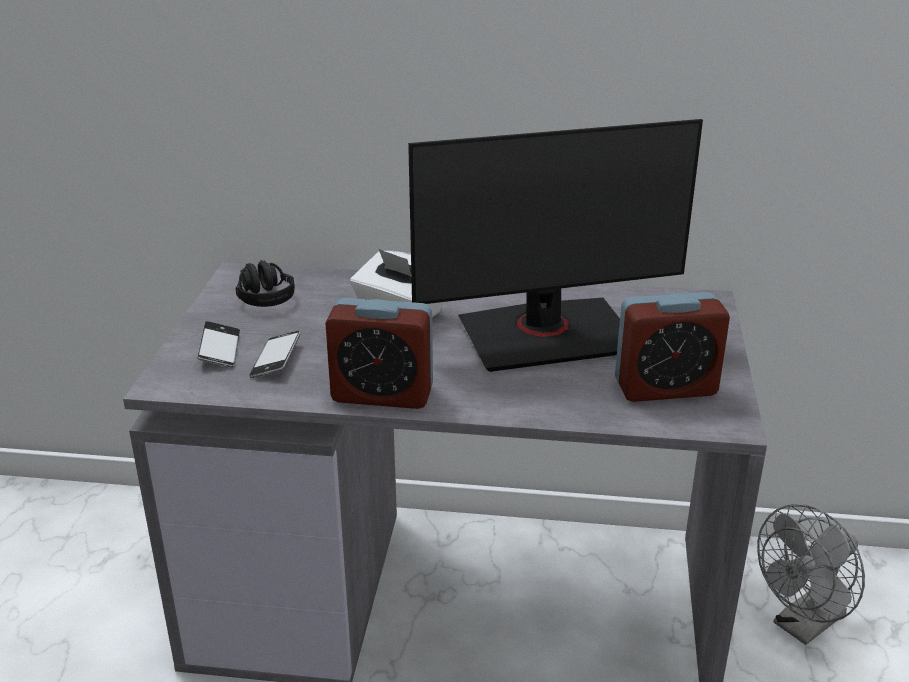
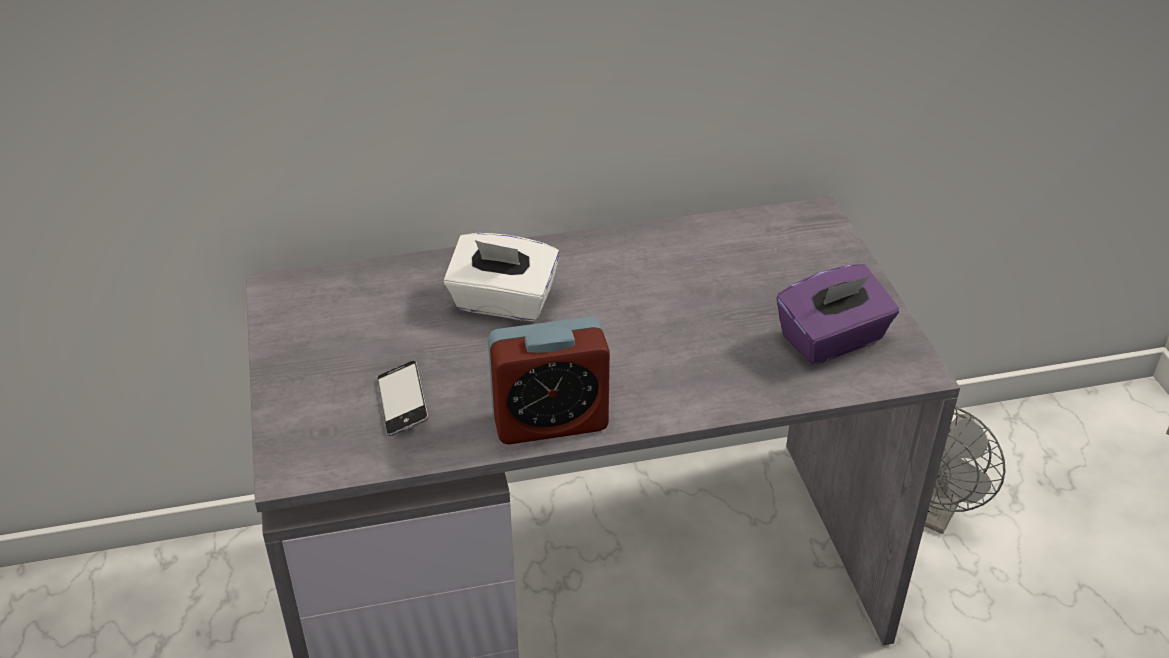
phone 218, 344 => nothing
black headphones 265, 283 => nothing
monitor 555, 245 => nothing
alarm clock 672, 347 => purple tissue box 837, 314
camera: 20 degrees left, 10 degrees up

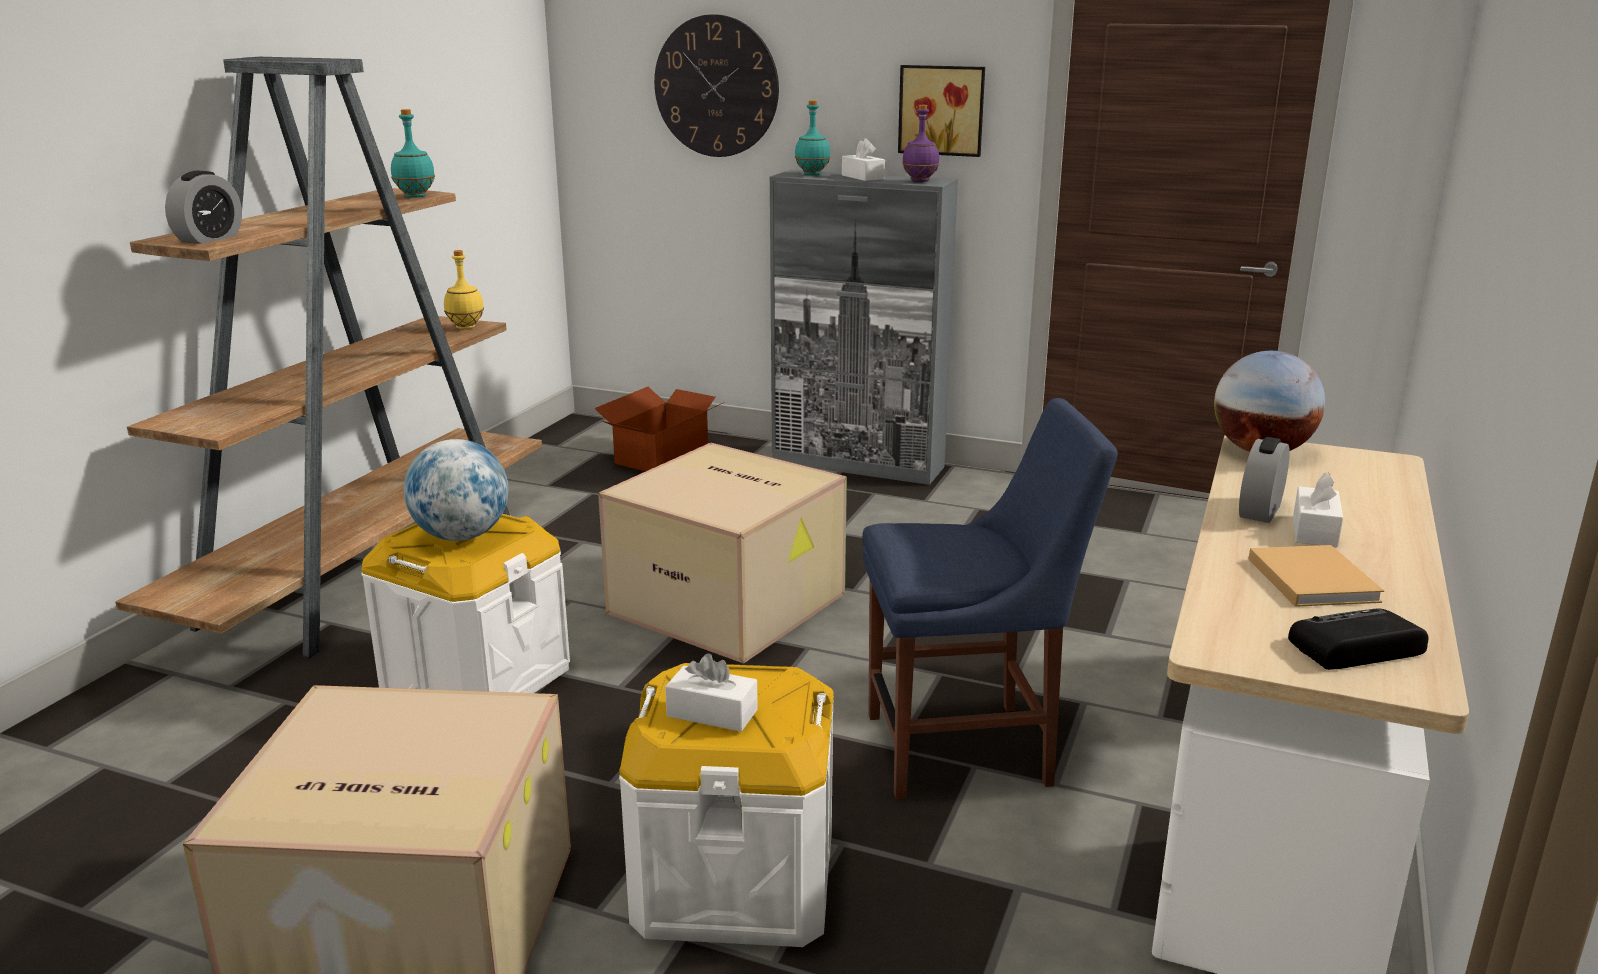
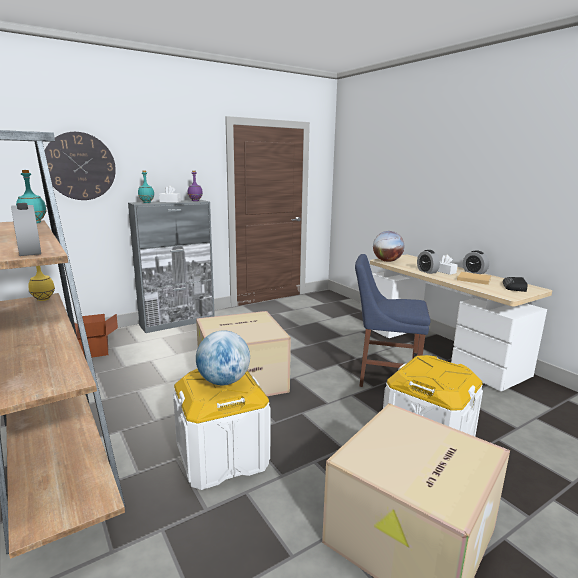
white tissue box 711, 692 => nothing
picture 941, 111 => nothing
nothing => alarm clock 476, 262
blue chair 990, 598 => blue chair 392, 320, 105 degrees counterclockwise
camera: 55 degrees left, 5 degrees down

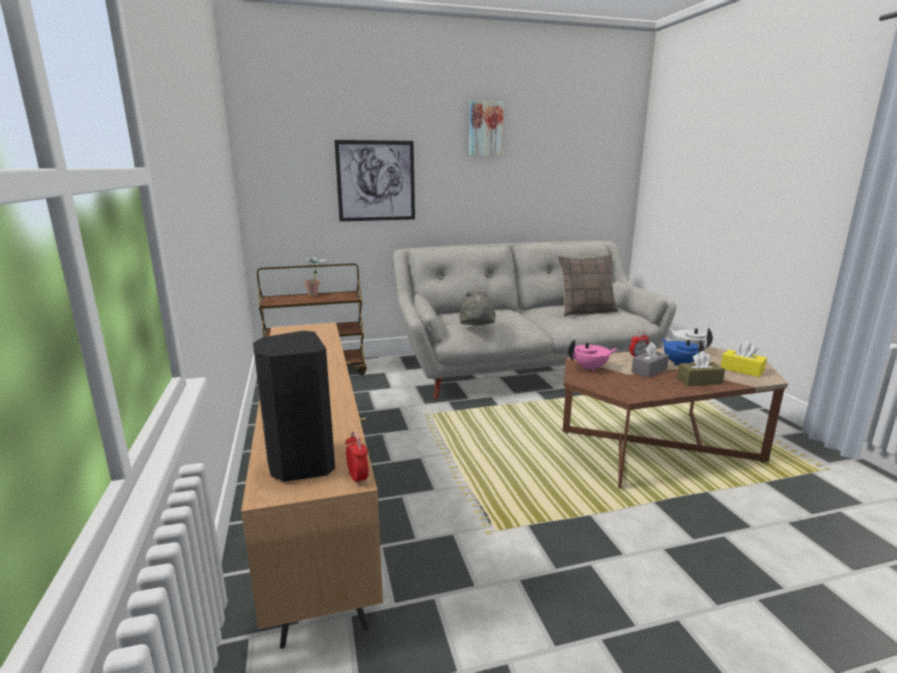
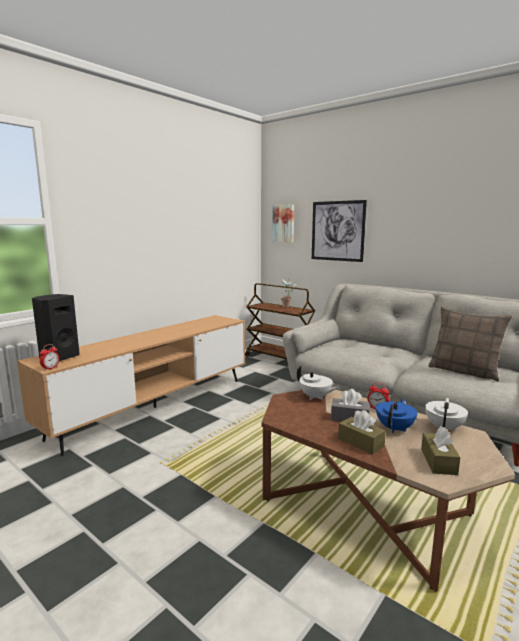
grey hat 477, 308 => nothing
picture 486, 128 => picture 283, 224, moved
pink teapot 593, 355 => white teapot 318, 383
yellow tissue box 744, 359 => brown tissue box 440, 450
camera: 55 degrees right, 5 degrees down

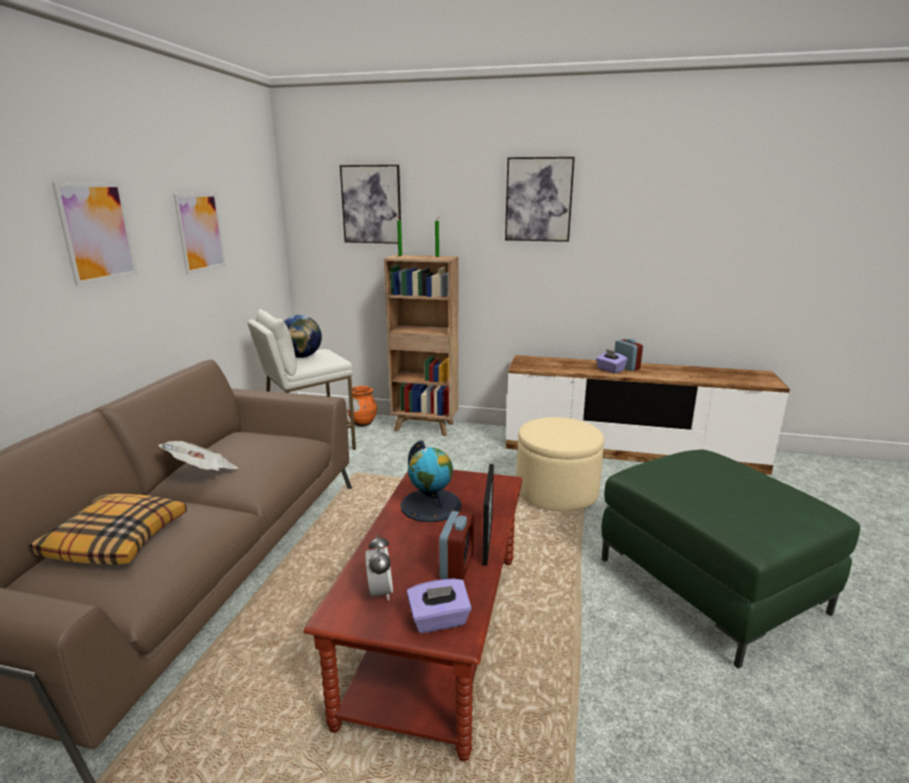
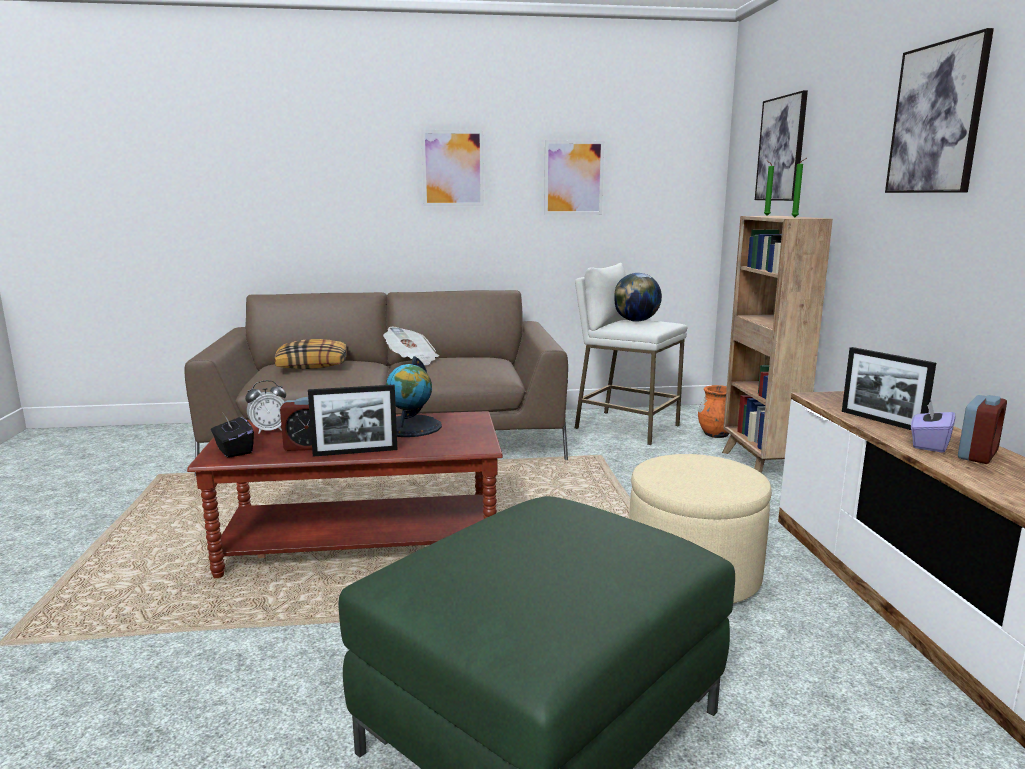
nothing => picture frame 889, 388
purple tissue box 439, 606 => black tissue box 232, 435
camera: 70 degrees right, 5 degrees down

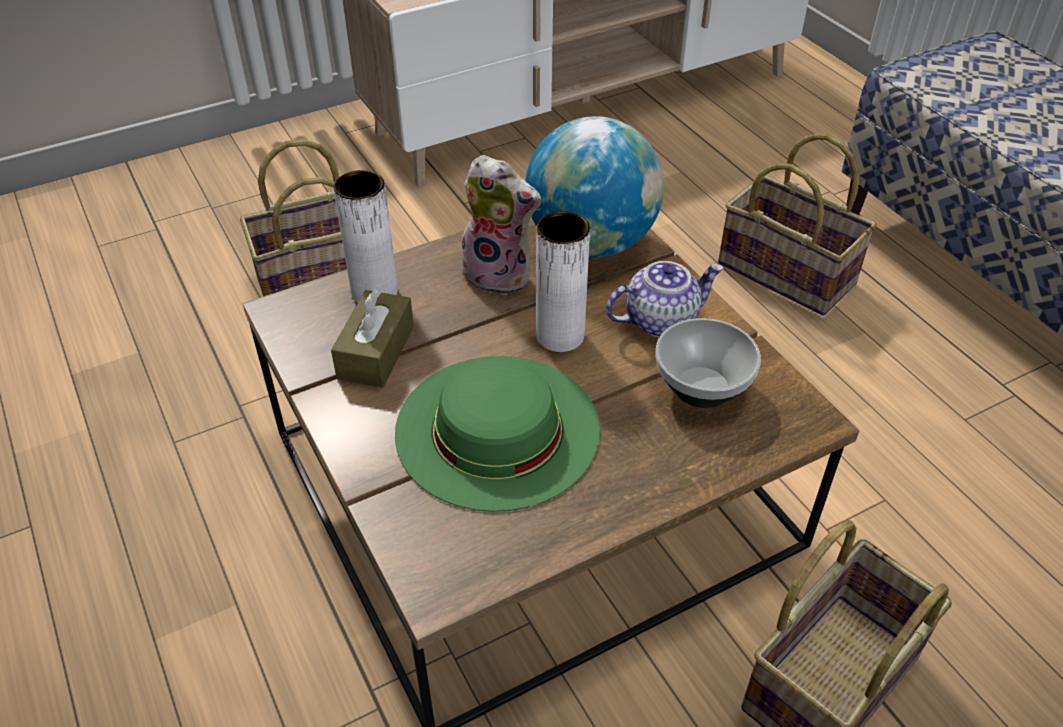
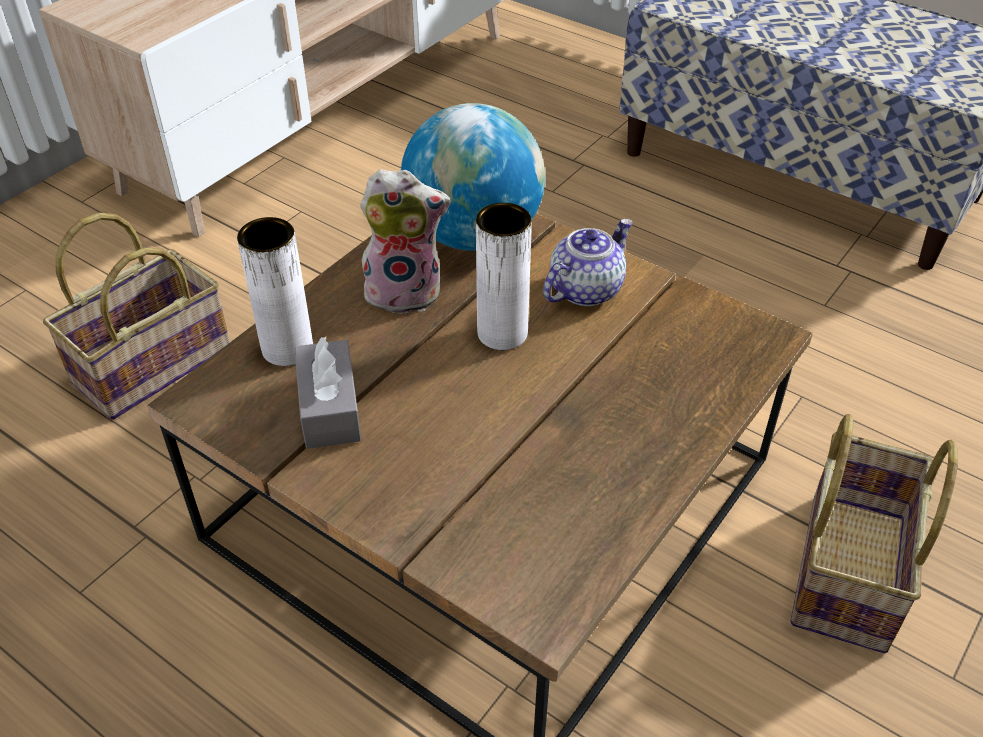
green hat 497, 434 => nothing
bowl 708, 363 => nothing
basket 797, 224 => nothing
brown tissue box 372, 337 => grey tissue box 327, 393
camera: 25 degrees left, 0 degrees up

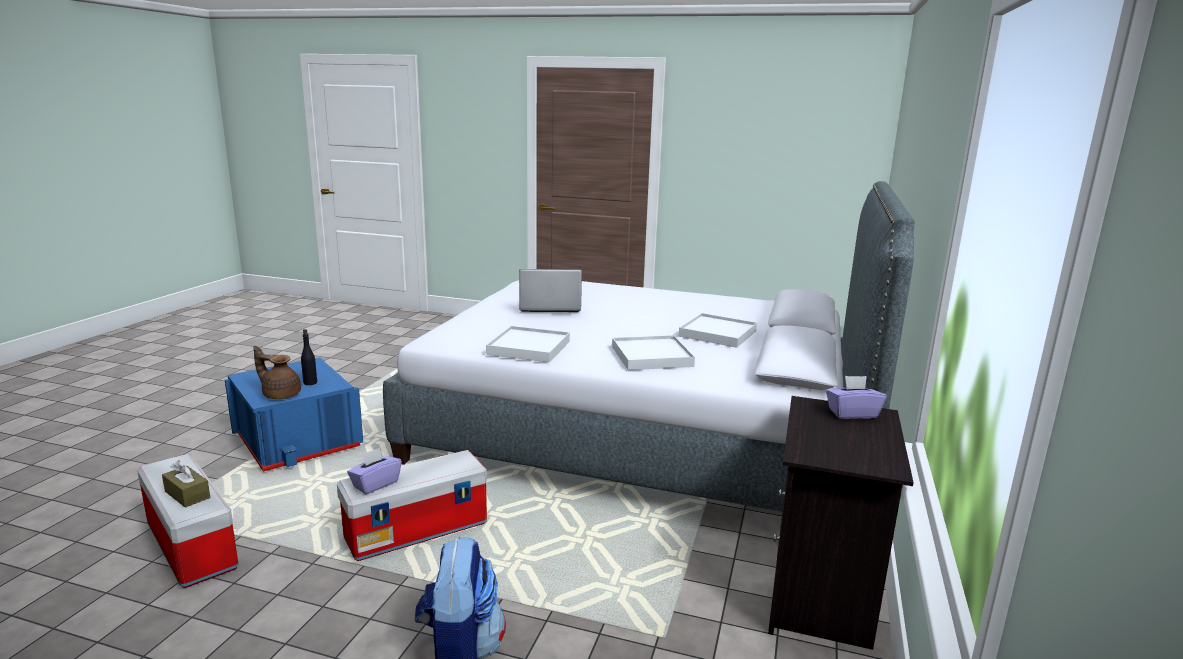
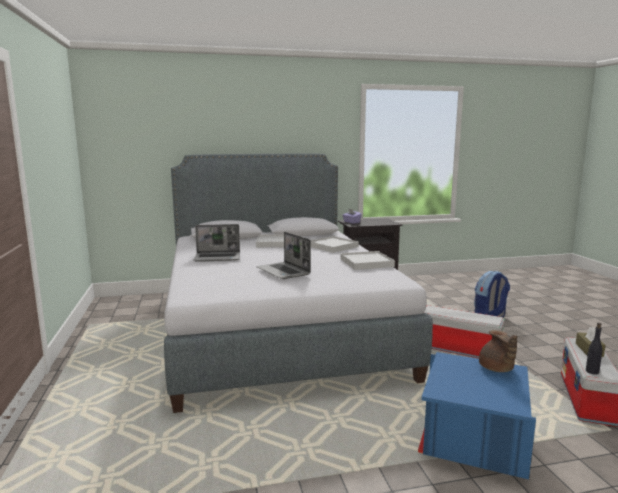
purple tissue box 374, 471 => nothing
nothing => laptop 217, 243
black bottle 309, 357 => black bottle 594, 349, moved
camera: 120 degrees left, 5 degrees down

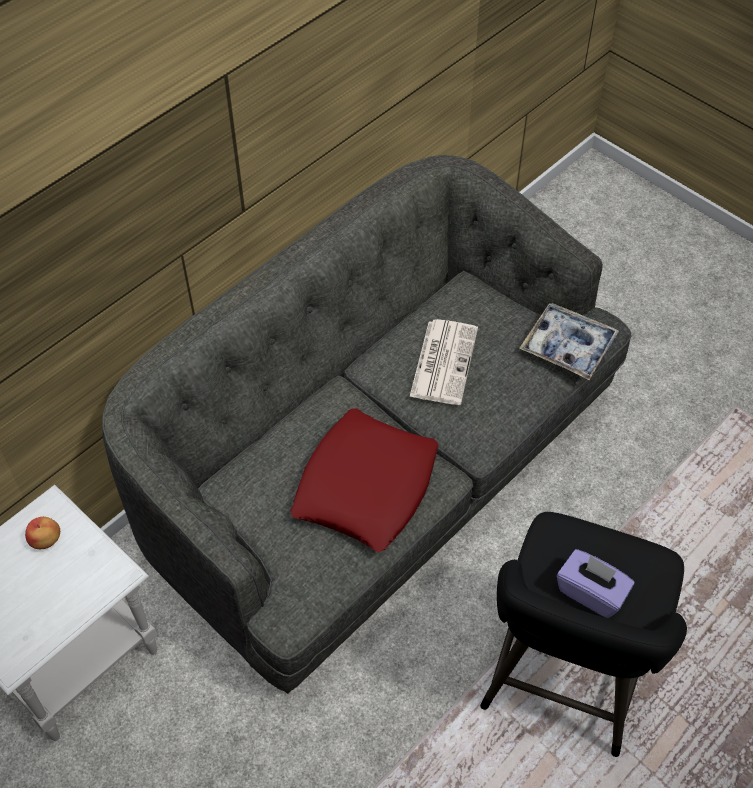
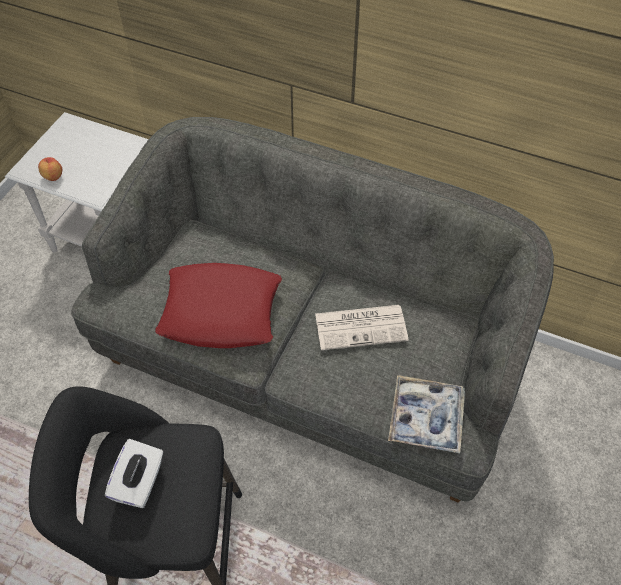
apple 42, 533 => apple 50, 169, moved
purple tissue box 595, 583 => white tissue box 134, 473
camera: 70 degrees right, 0 degrees up

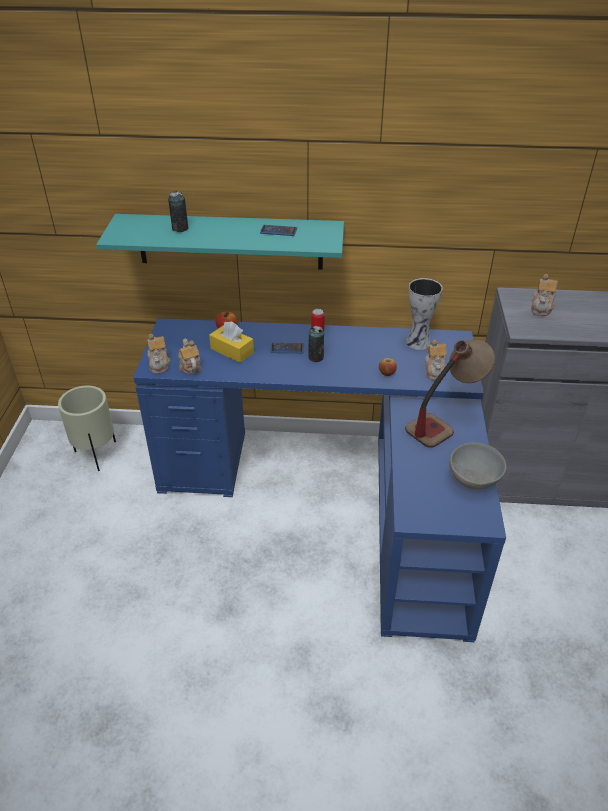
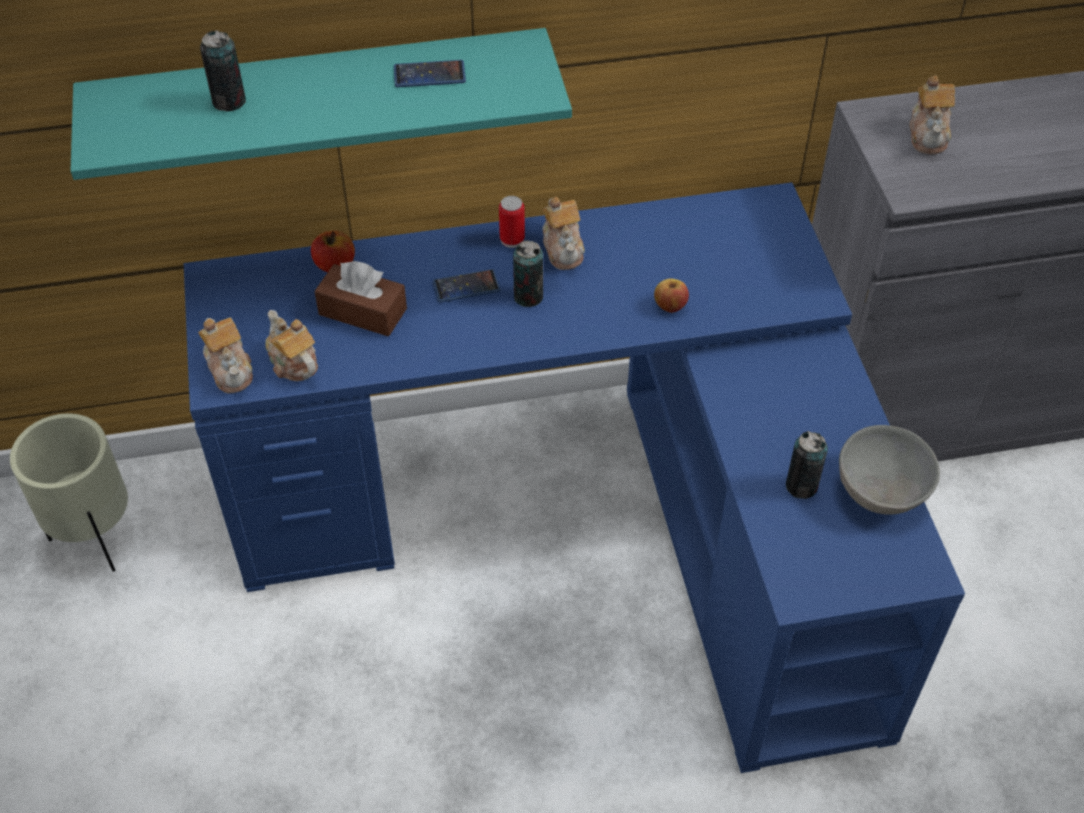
table lamp 450, 394 => nothing
vase 424, 314 => nothing
nothing => can 807, 465
teapot 436, 360 => teapot 563, 233, moved
yellow tissue box 231, 342 => brown tissue box 360, 298
camera: 15 degrees left, 10 degrees up

